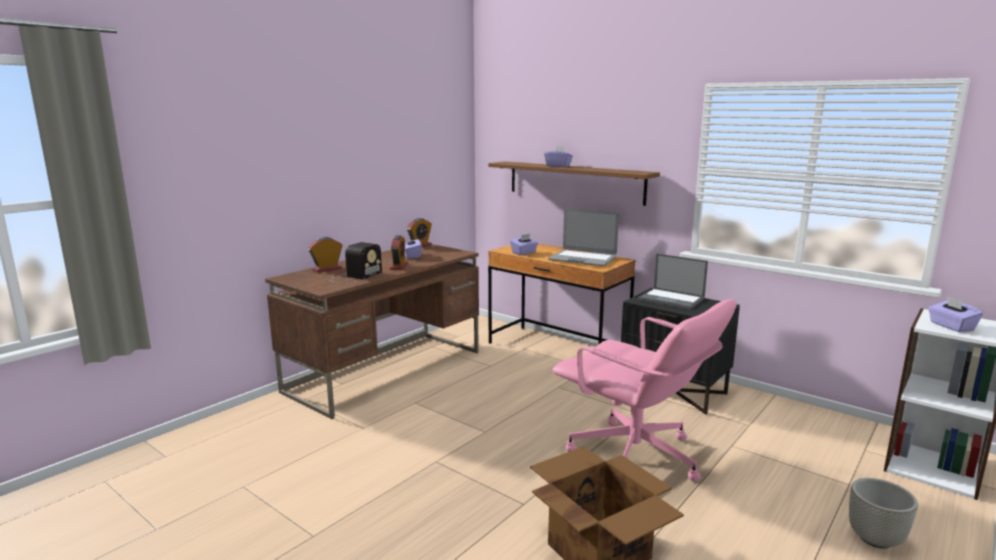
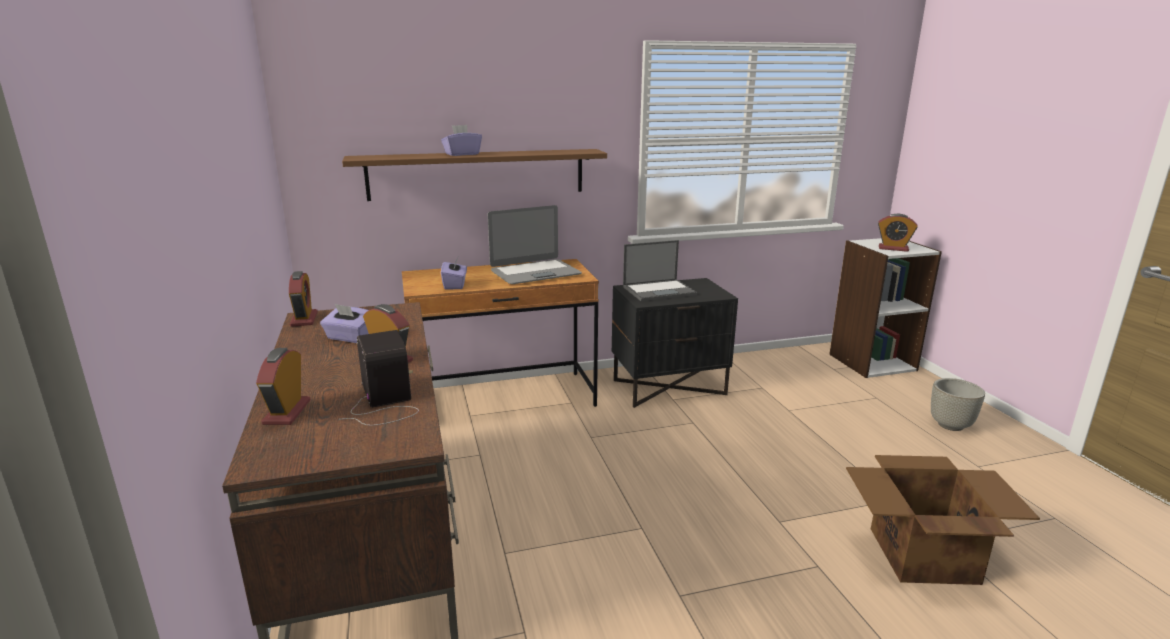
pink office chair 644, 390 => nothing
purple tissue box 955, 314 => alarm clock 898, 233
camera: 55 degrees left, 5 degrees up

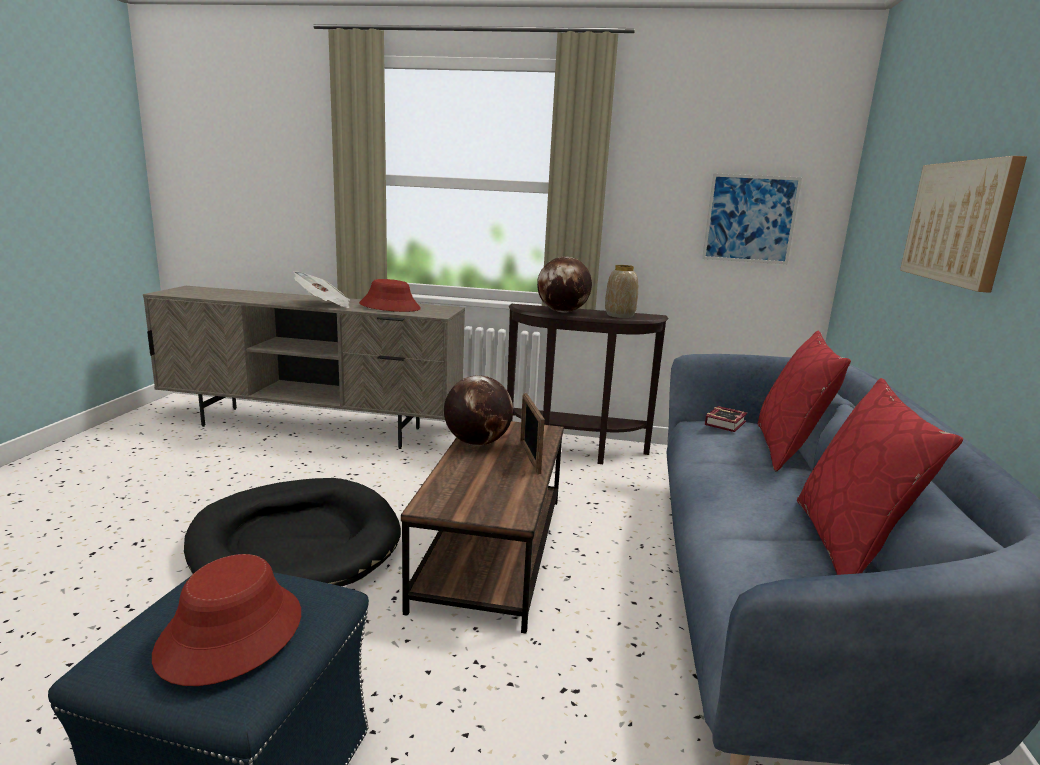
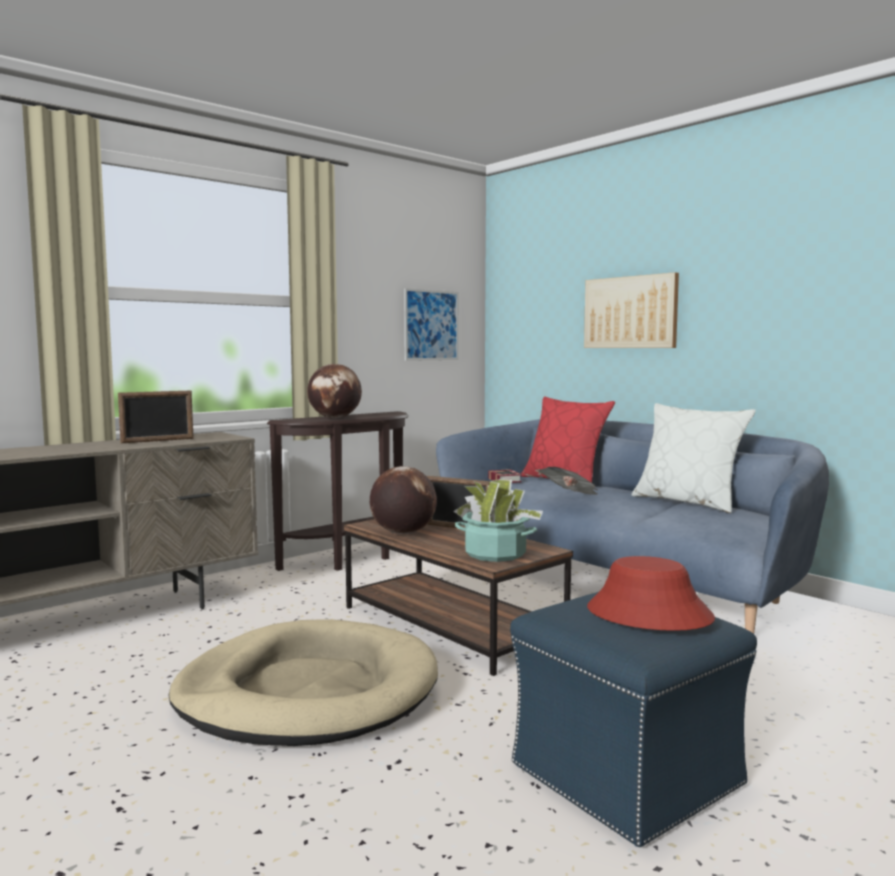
vase 621, 291 => nothing
nothing => potted plant 498, 520
newspaper 321, 289 => newspaper 568, 481, moved
red hat 390, 295 => picture frame 156, 416
black dog bed 292, 532 => beige dog bed 303, 682
red pillow 880, 476 => white pillow 694, 458
camera: 50 degrees left, 10 degrees down

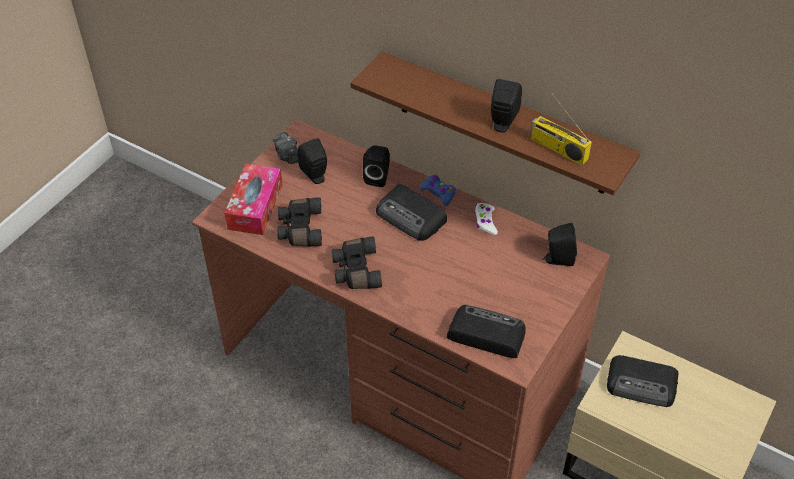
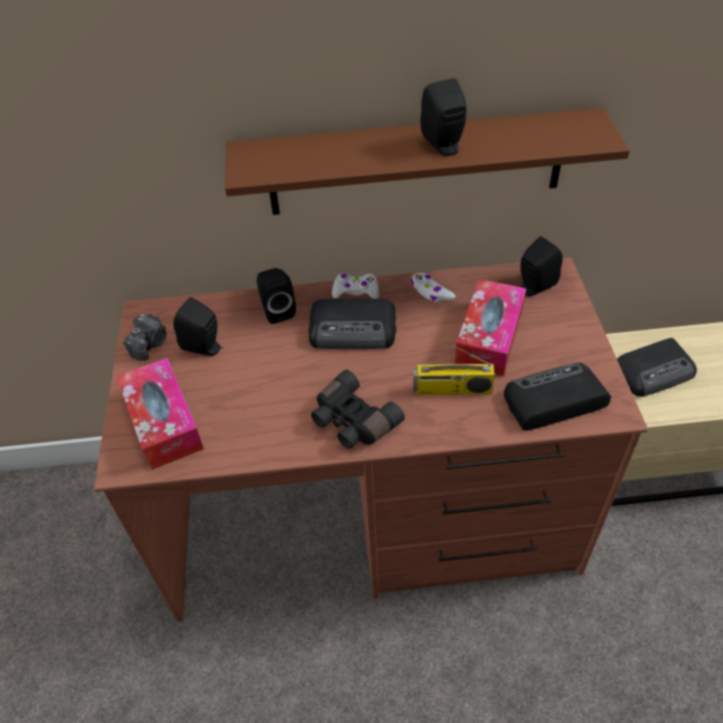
black binoculars 299, 222 => nothing
nothing => tissue box 490, 327
radio 561, 129 => radio 454, 364, moved
blue game controller 437, 190 => white game controller 355, 286
photo camera 285, 148 => photo camera 145, 337, 90 degrees counterclockwise
camera: 35 degrees left, 0 degrees up

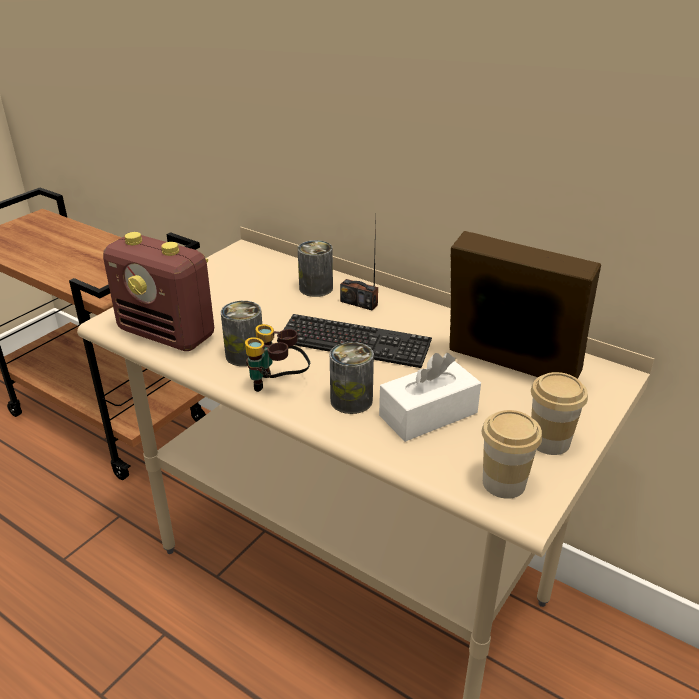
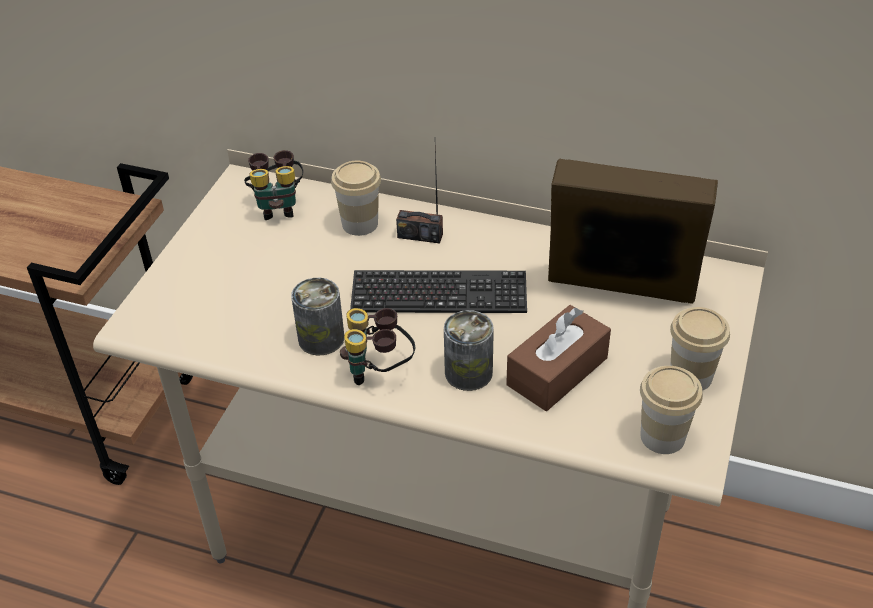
radio 158, 291 => nothing
nothing => binoculars 274, 185
can 315, 268 => cup 356, 198
white tissue box 430, 397 => brown tissue box 558, 358
camera: 15 degrees left, 10 degrees up

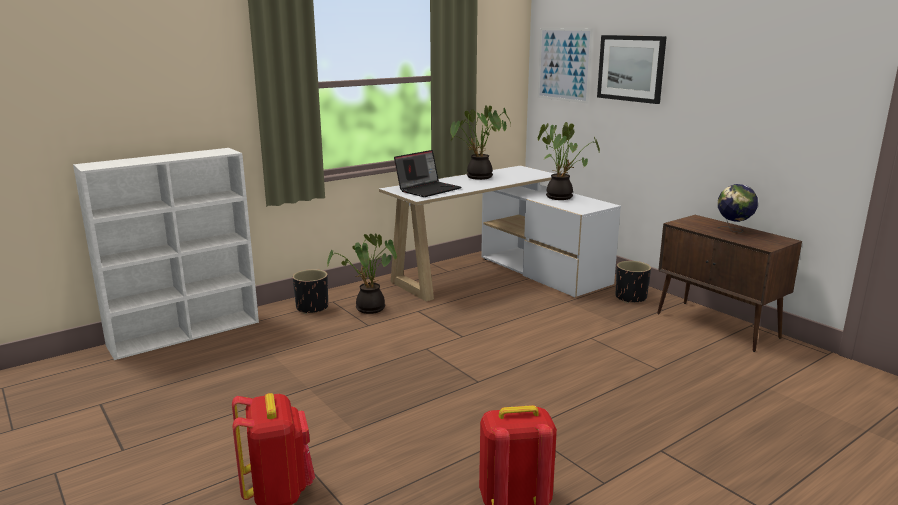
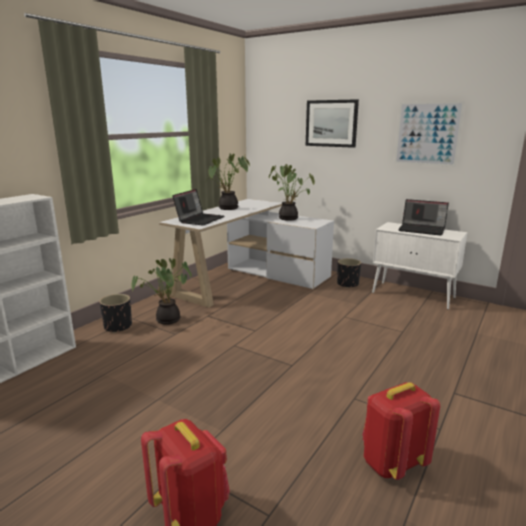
picture 565, 66 => picture 429, 134, moved
globe 738, 208 => laptop 423, 217
brown cabinet 729, 283 => white cabinet 420, 266
camera: 20 degrees left, 0 degrees up

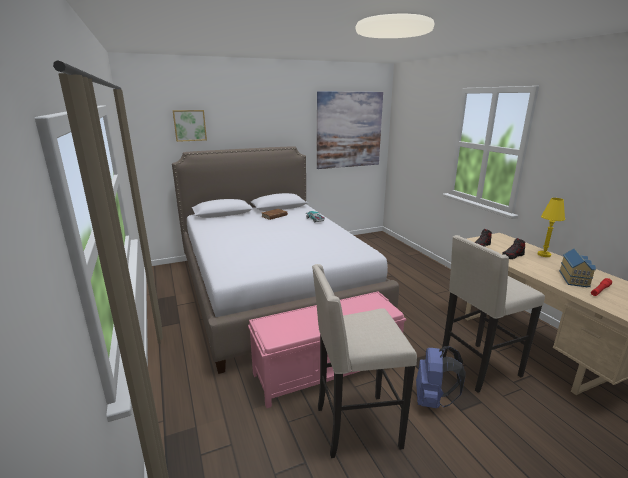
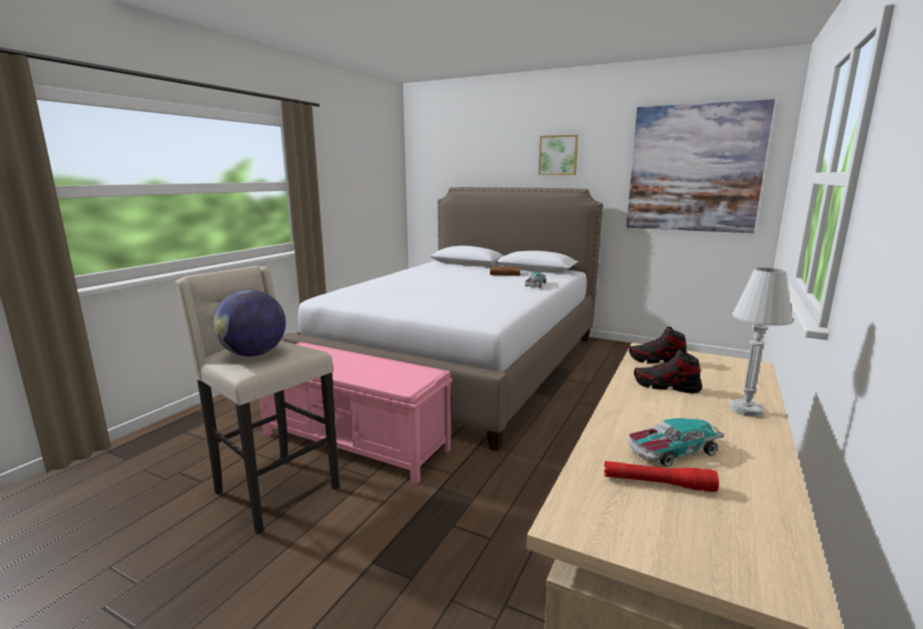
blue backpack 441, 377 => nothing
beige stool 493, 314 => nothing
nothing => globe 249, 323
picture 190, 126 => picture 558, 155, moved
toy house 577, 267 => toy car 676, 442
yellow table lamp 551, 227 => white table lamp 761, 342
camera: 50 degrees right, 5 degrees down

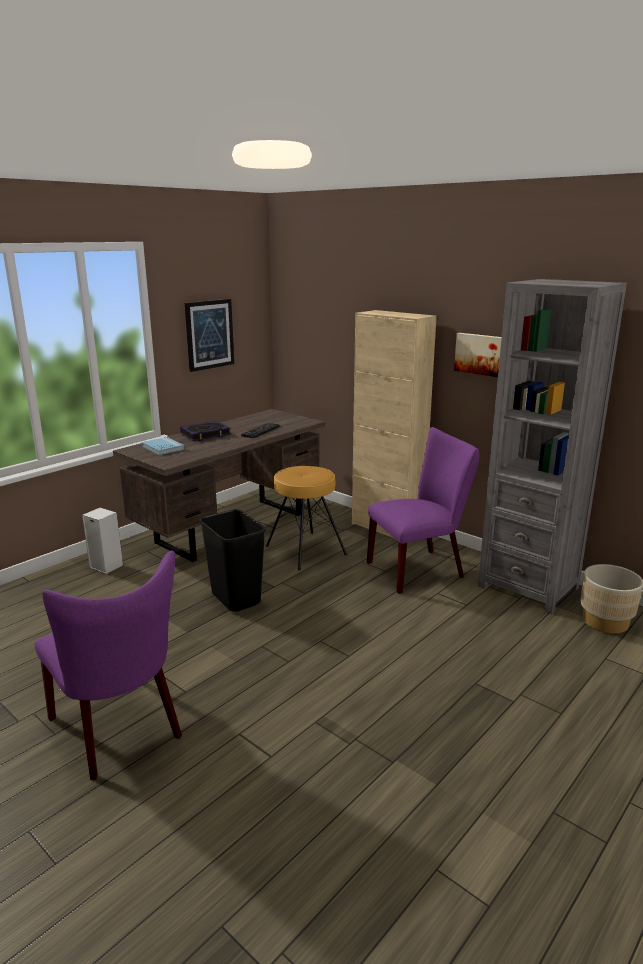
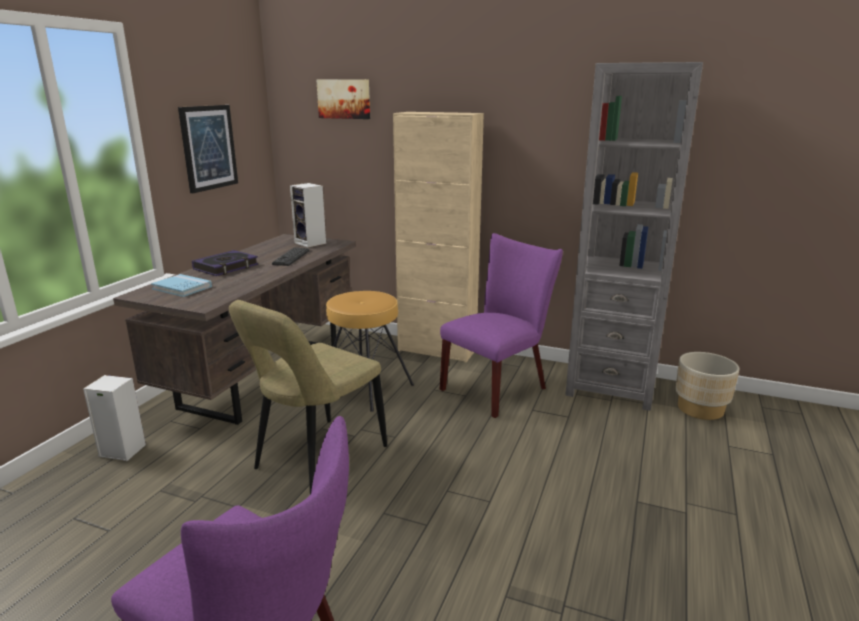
nothing => speaker 308, 215
picture 478, 355 => picture 343, 99, moved
black trash can 232, 560 => beige chair 308, 397
camera: 20 degrees left, 0 degrees up

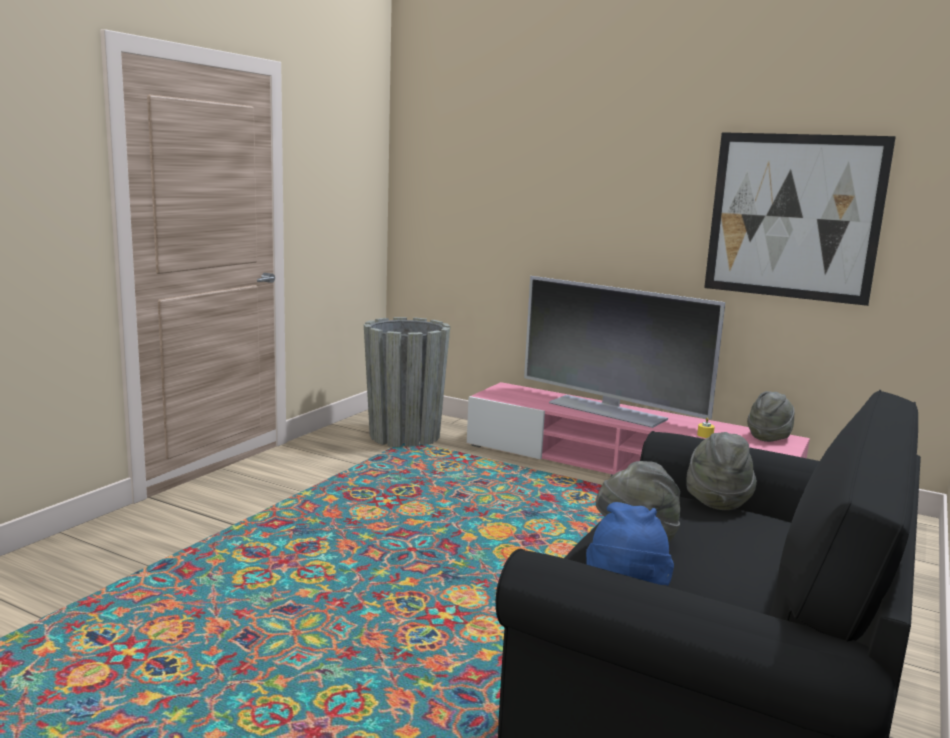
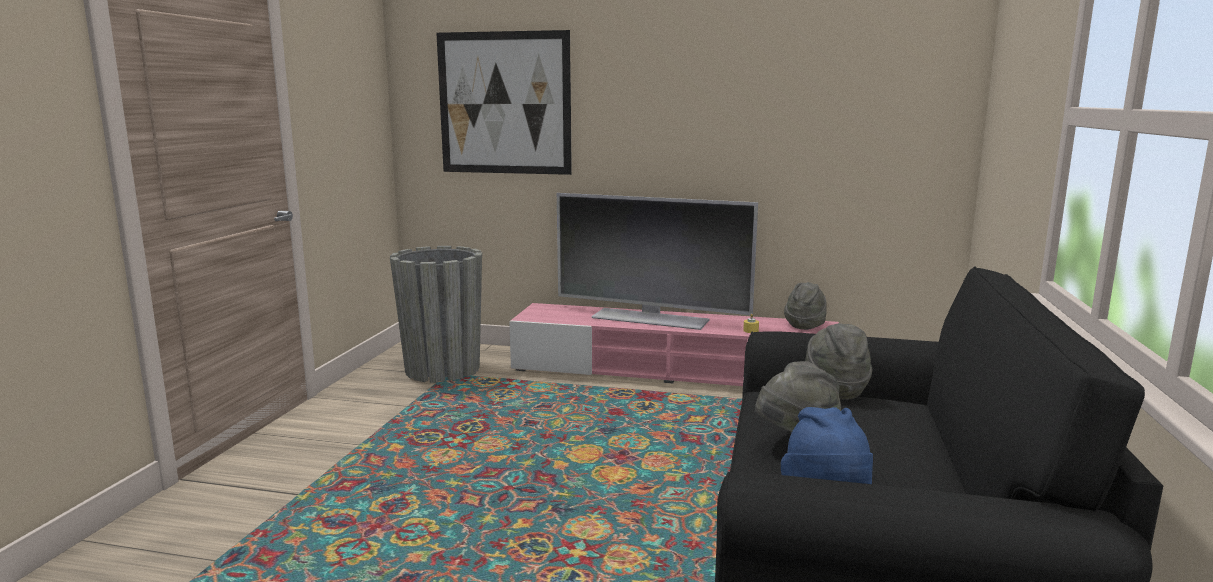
picture 800, 219 => picture 504, 102, moved
camera: 15 degrees left, 0 degrees up

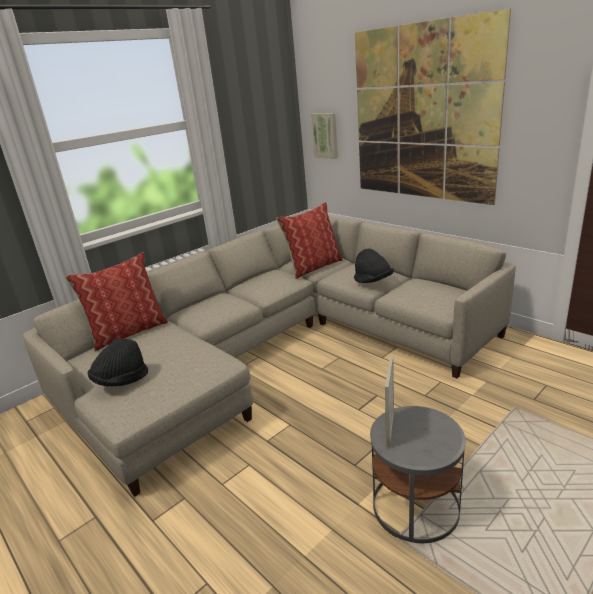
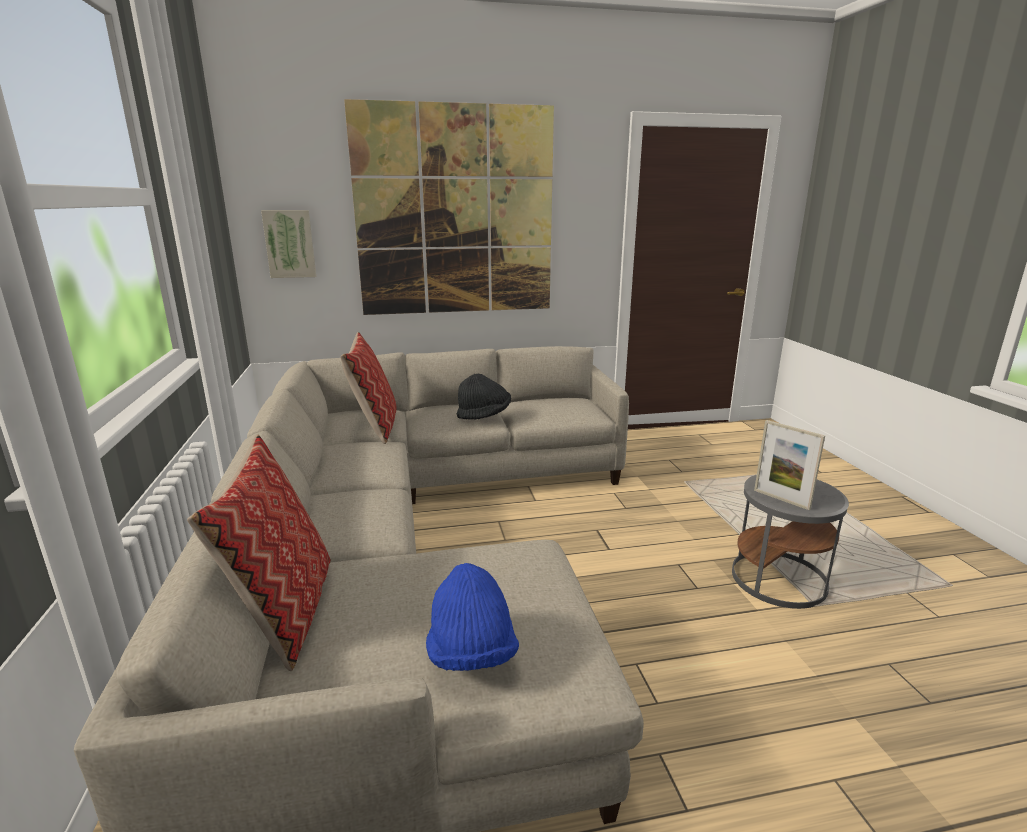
black hat 118, 362 => blue hat 472, 617
camera: 60 degrees left, 5 degrees down

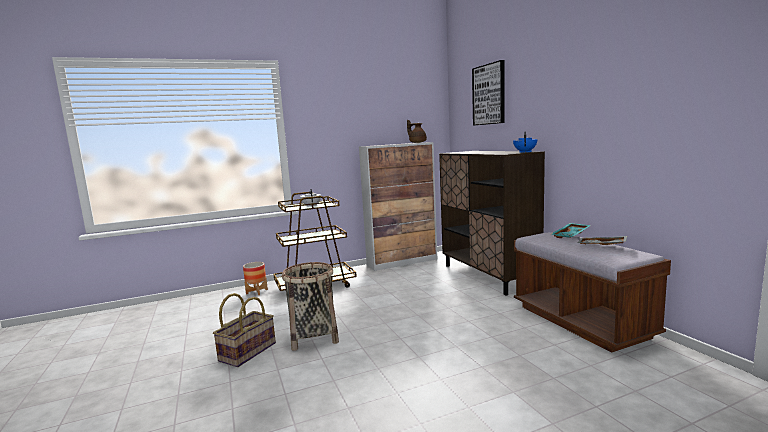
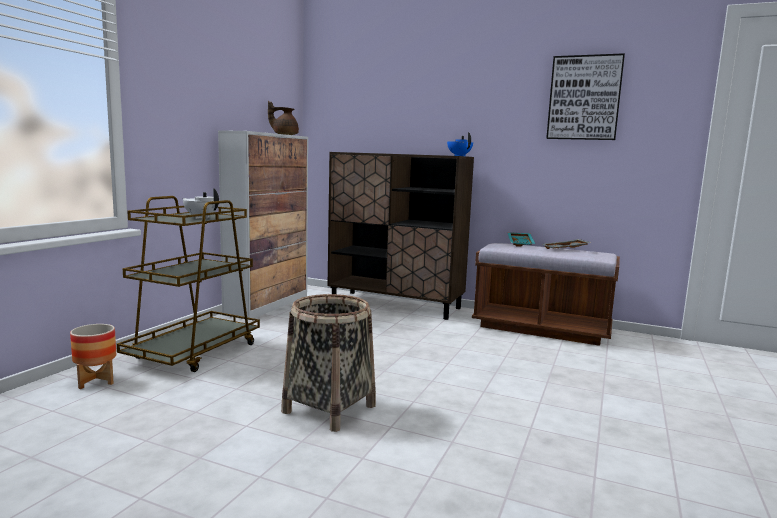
basket 244, 330 => nothing
picture 488, 93 => picture 585, 96, moved
camera: 45 degrees left, 0 degrees up

